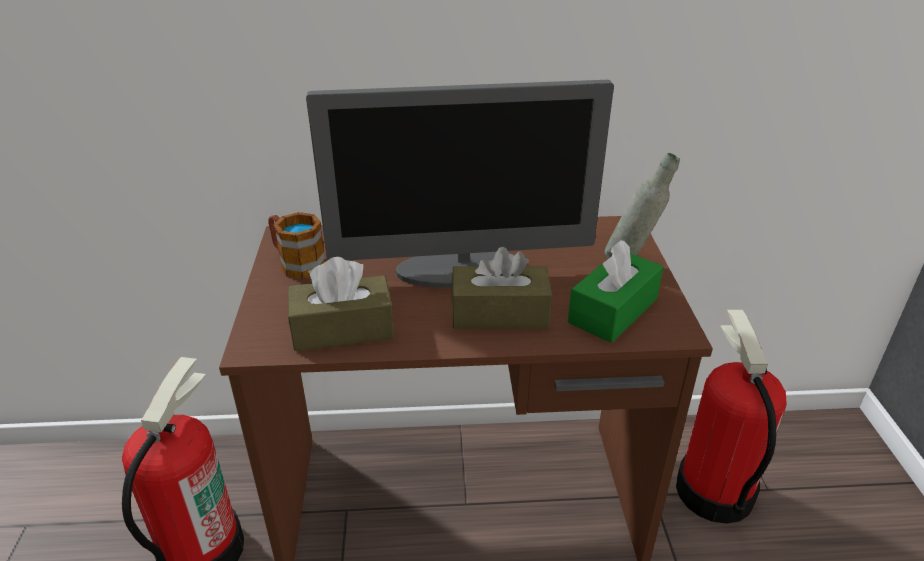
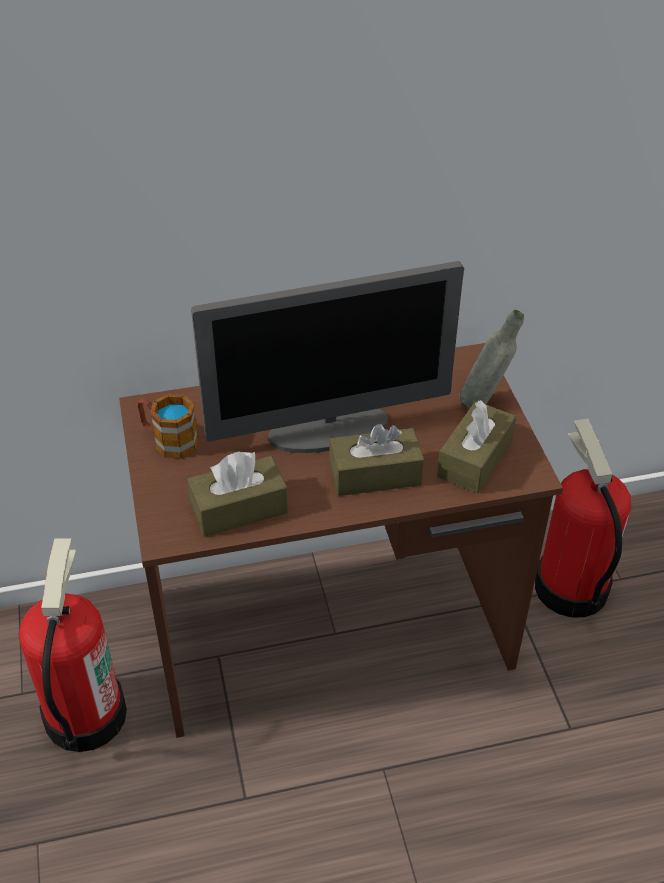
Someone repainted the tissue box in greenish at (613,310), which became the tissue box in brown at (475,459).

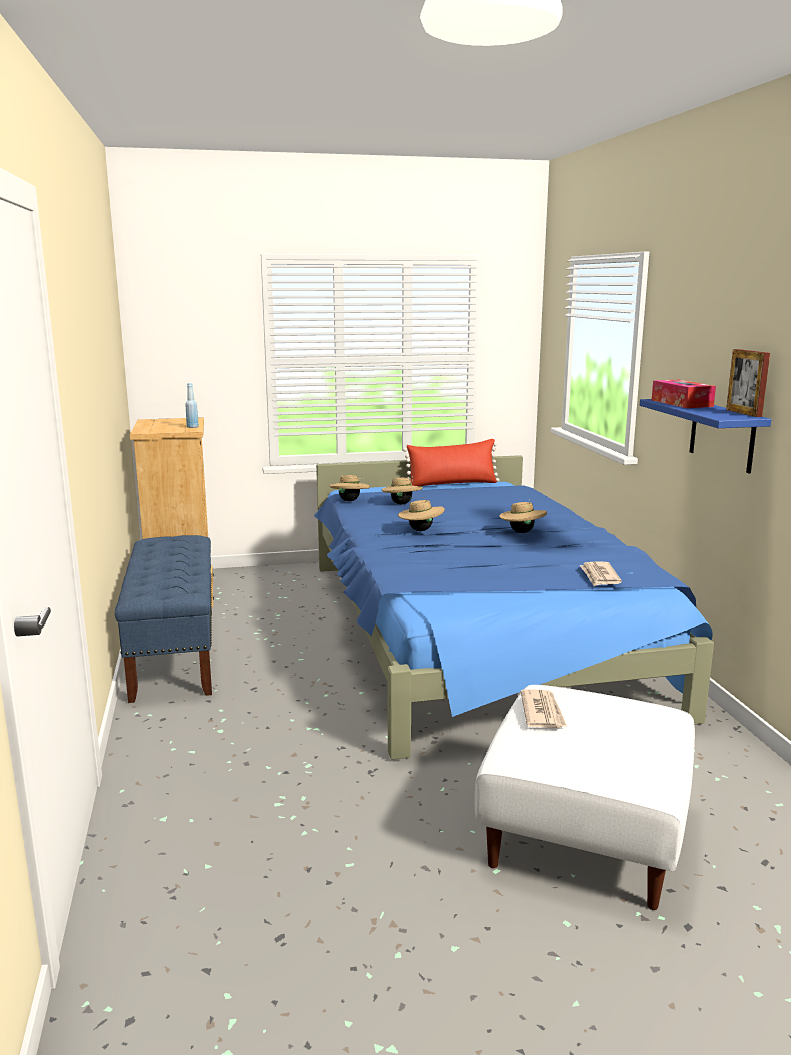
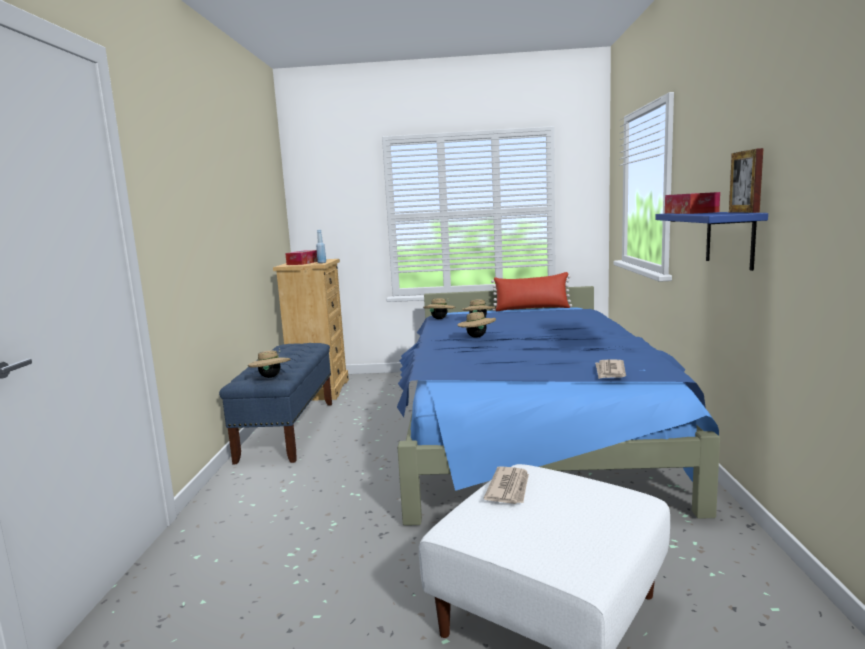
Someone carried the clothing hat in beige-coloured from (522,532) to (271,377).
Someone put down the tissue box at (303,263).

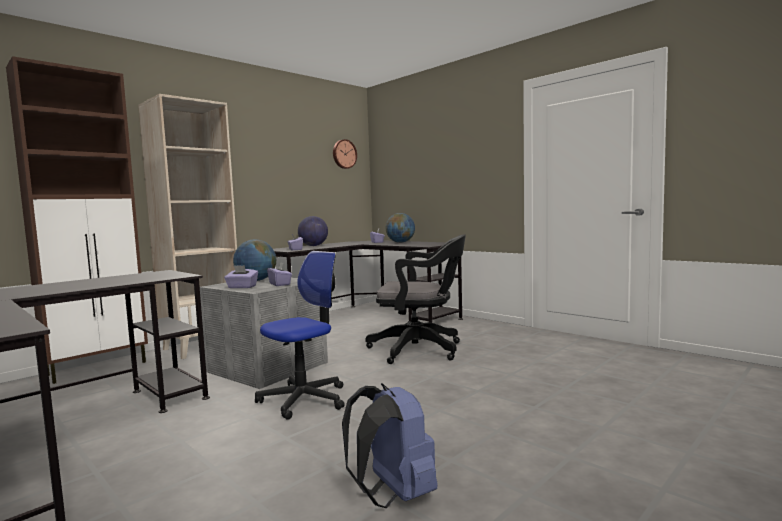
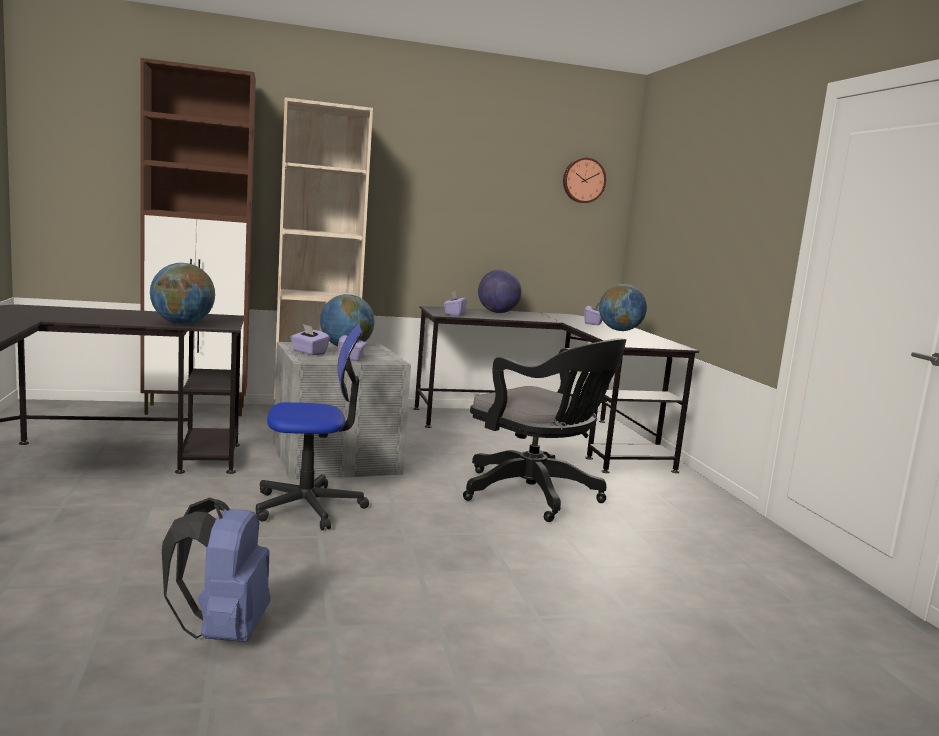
Someone put down the world globe at (182,324).

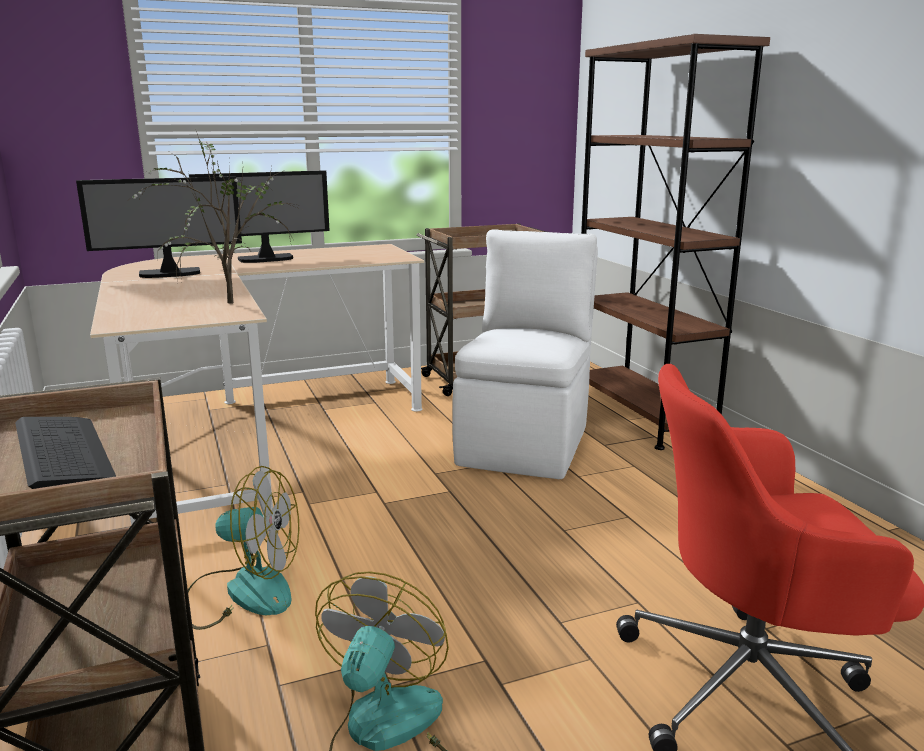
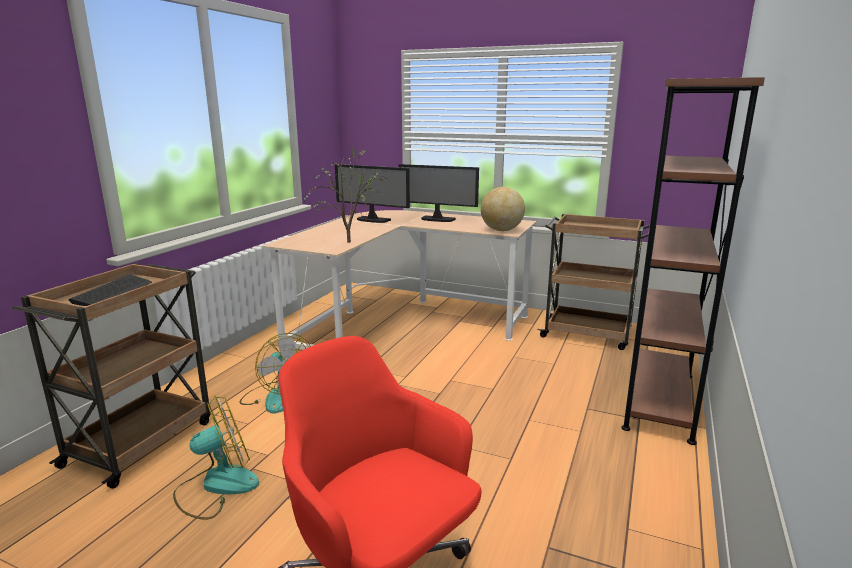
Someone put down the world globe at (501,230).
Someone took away the upright chair in whitish at (525,443).

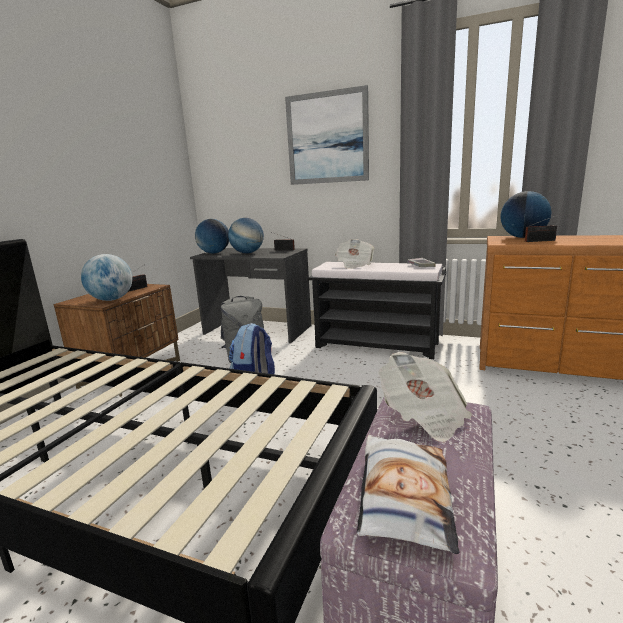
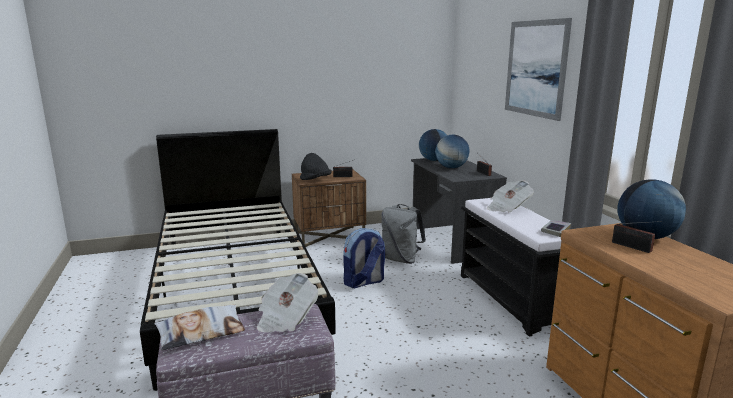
Someone swapped the world globe at (111,300) for the clothing hat in black-coloured at (315,180).

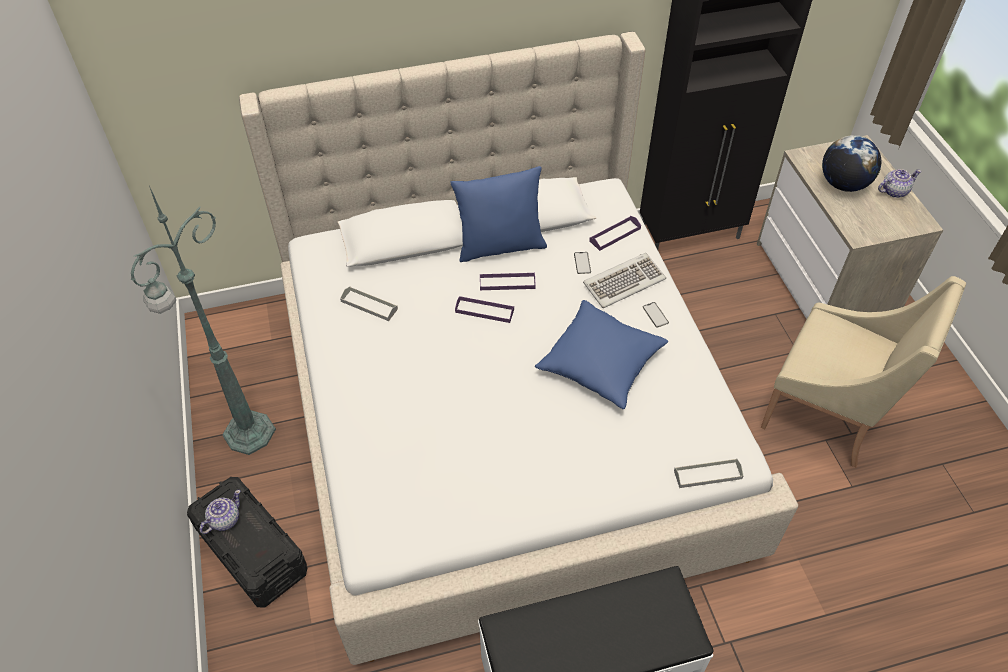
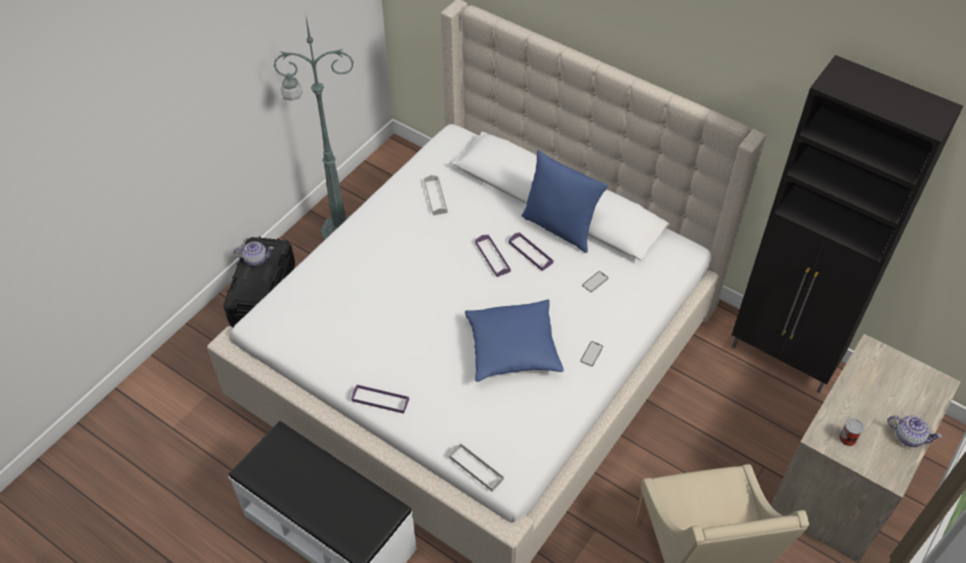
Someone carried the carrying tray in purple from (615,235) to (380,400).
Someone put down the sealed can at (847,438).
Someone took away the computer keyboard at (624,282).
Someone took away the world globe at (843,184).

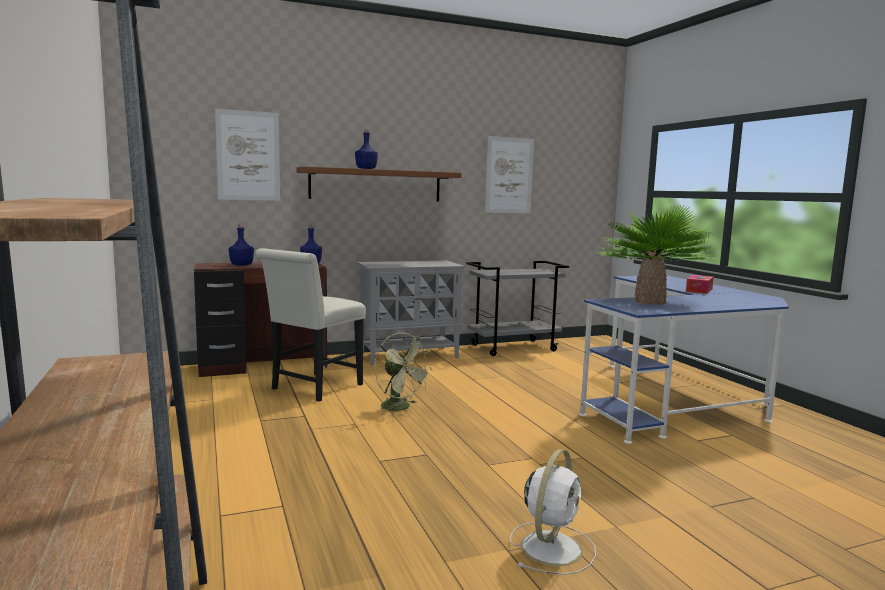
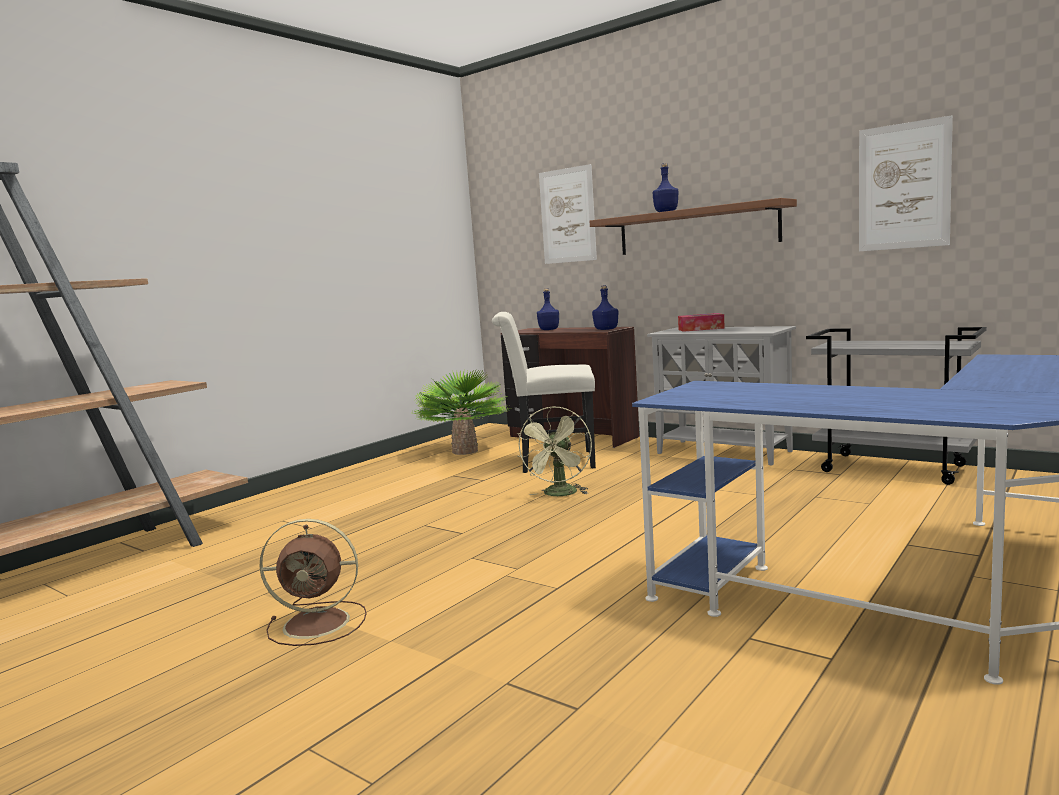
Someone repainted the cooling fan in whitish at (552,547), which became the cooling fan in brown at (319,623).
Someone carried the plant in a pot from (649,302) to (465,451).
Someone carried the tissue box from (699,290) to (701,329).

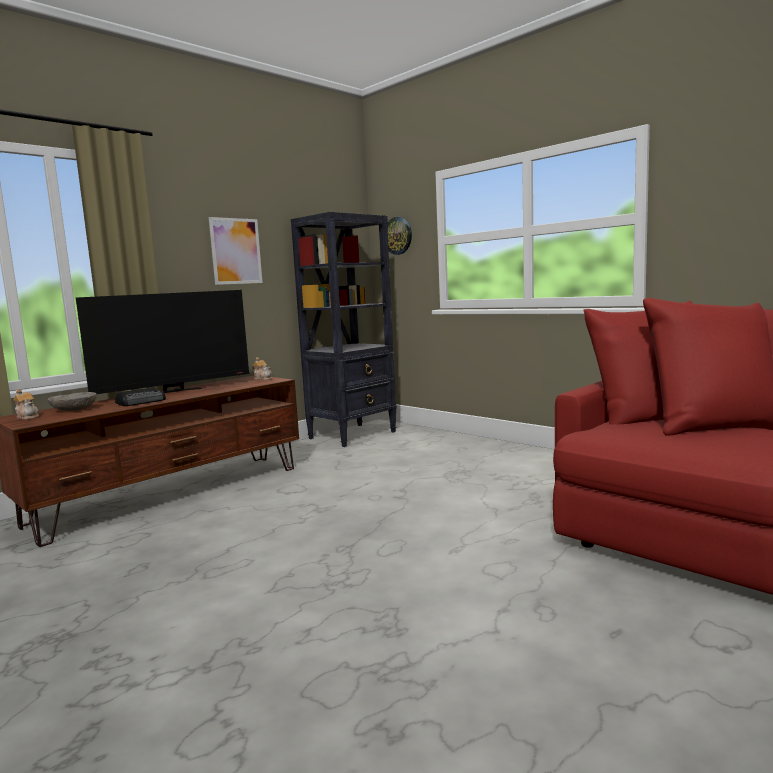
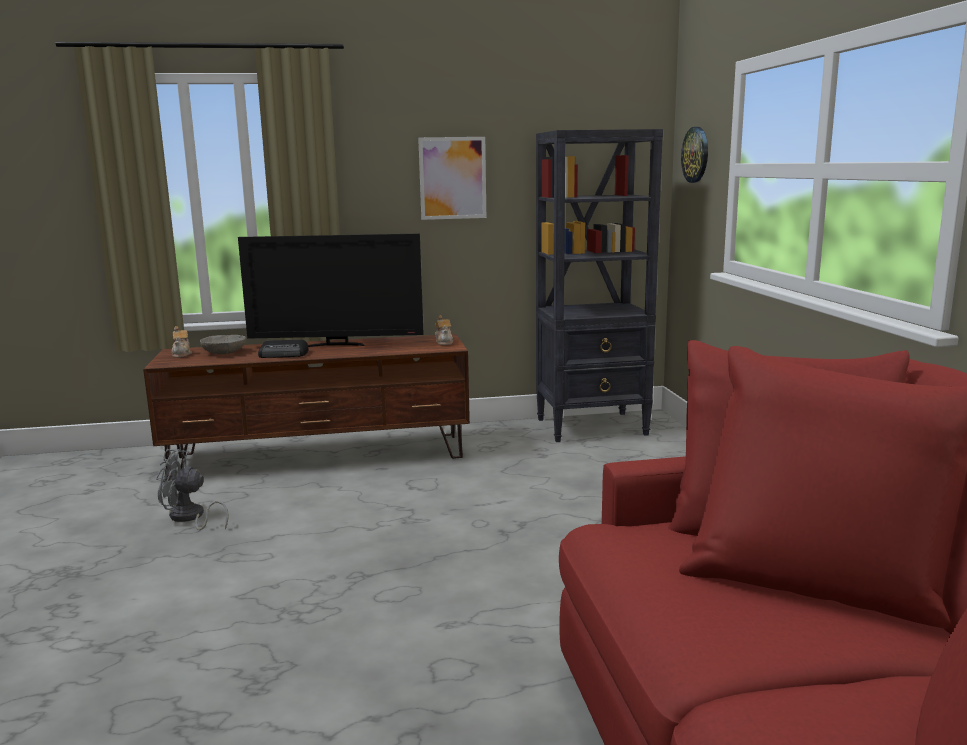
Someone put down the cooling fan in greyish at (189,518).

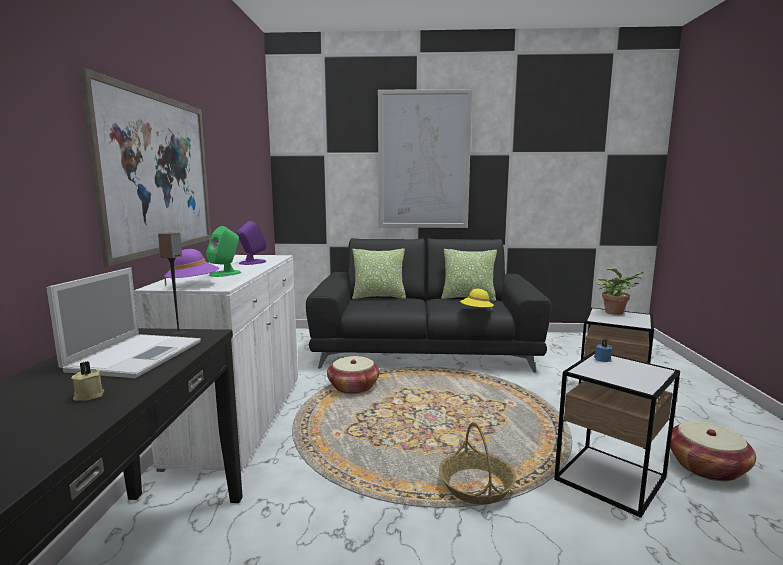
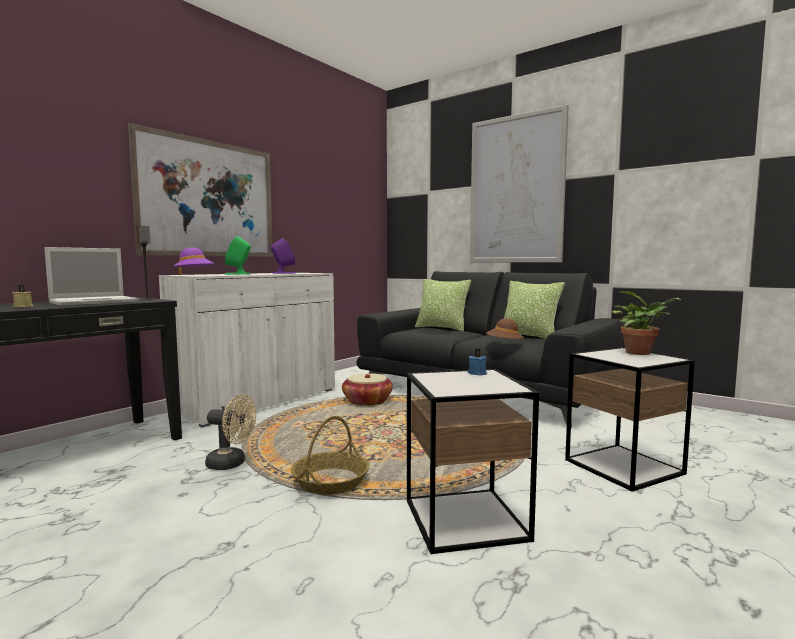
Someone put down the cooling fan in beige-coloured at (231,464).
Someone repainted the clothing hat in yellow at (476,311), which became the clothing hat in brown at (504,344).
Someone took away the storage basket at (706,467).

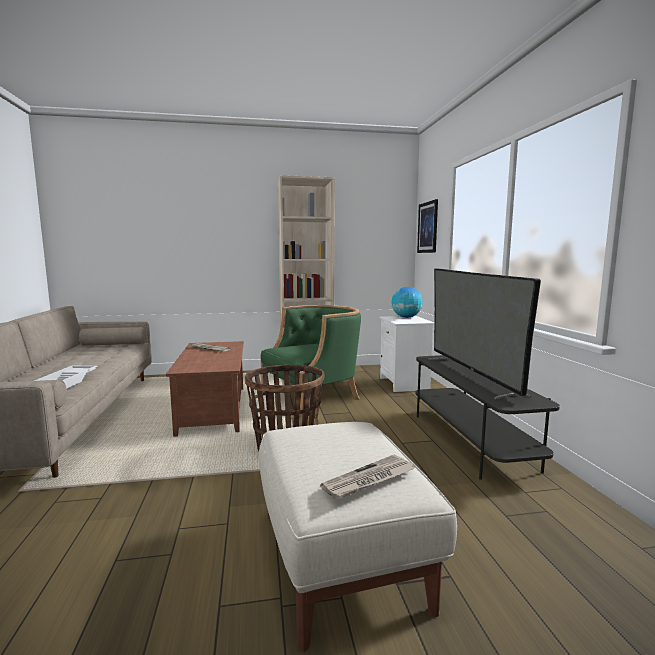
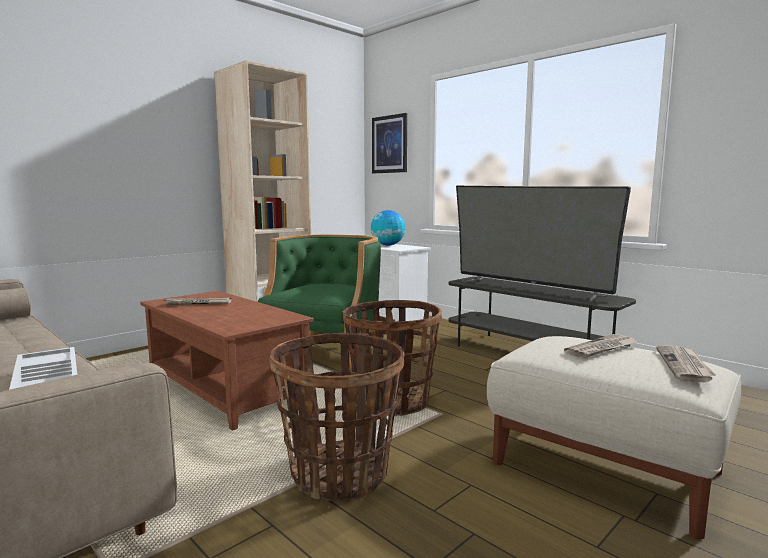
Someone put down the storage basket at (340,473).
Someone put down the newspaper at (602,349).

